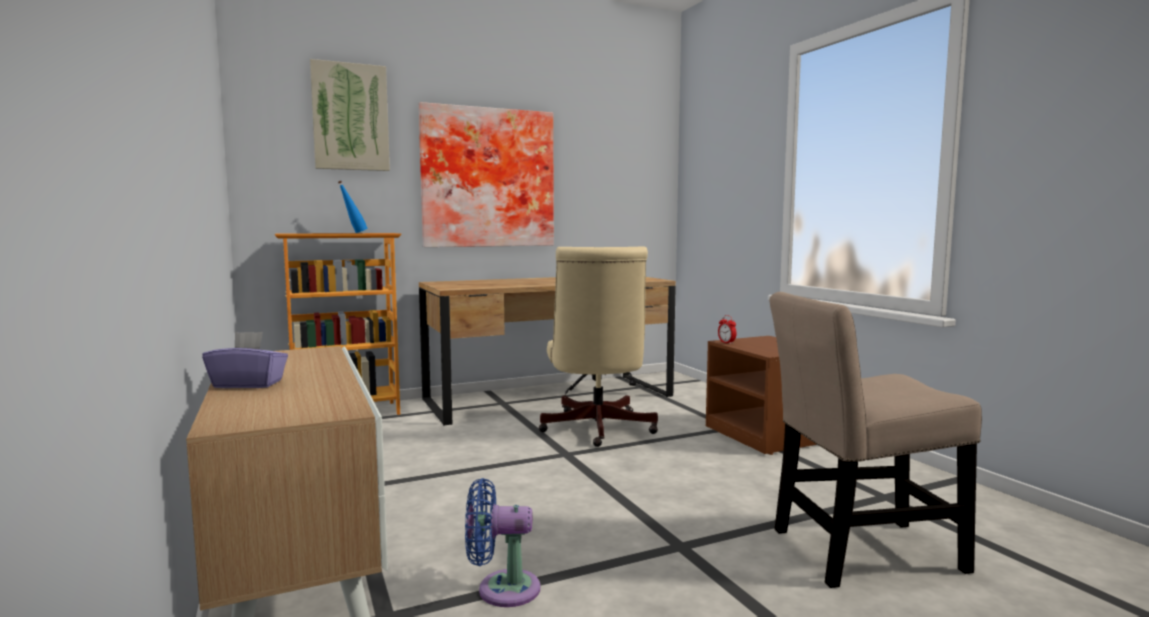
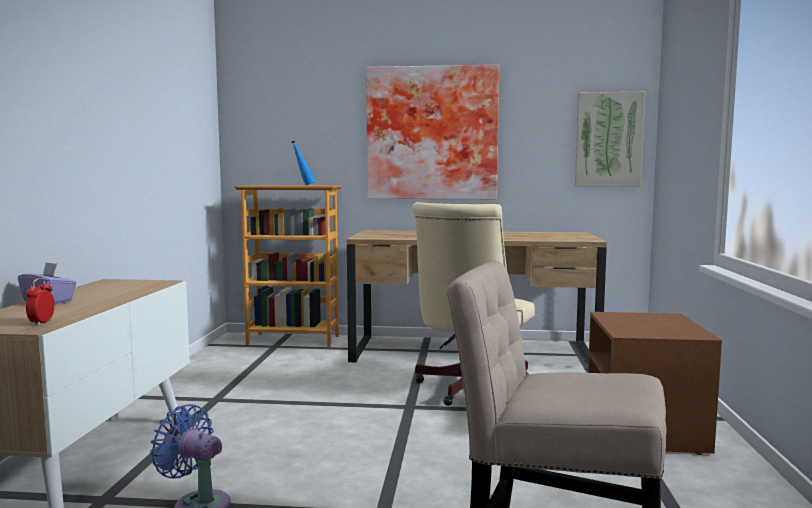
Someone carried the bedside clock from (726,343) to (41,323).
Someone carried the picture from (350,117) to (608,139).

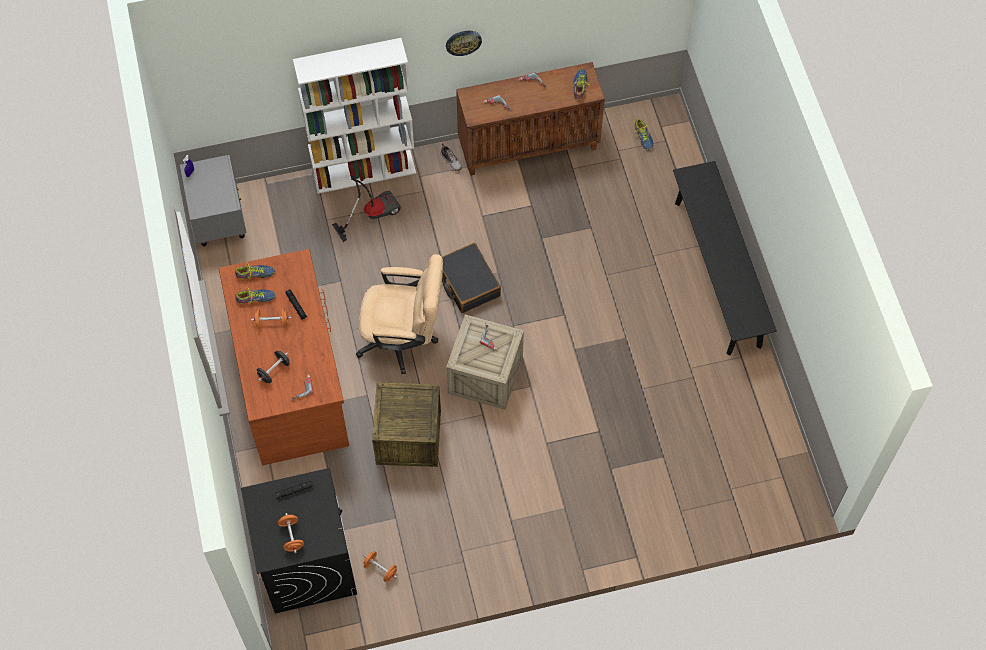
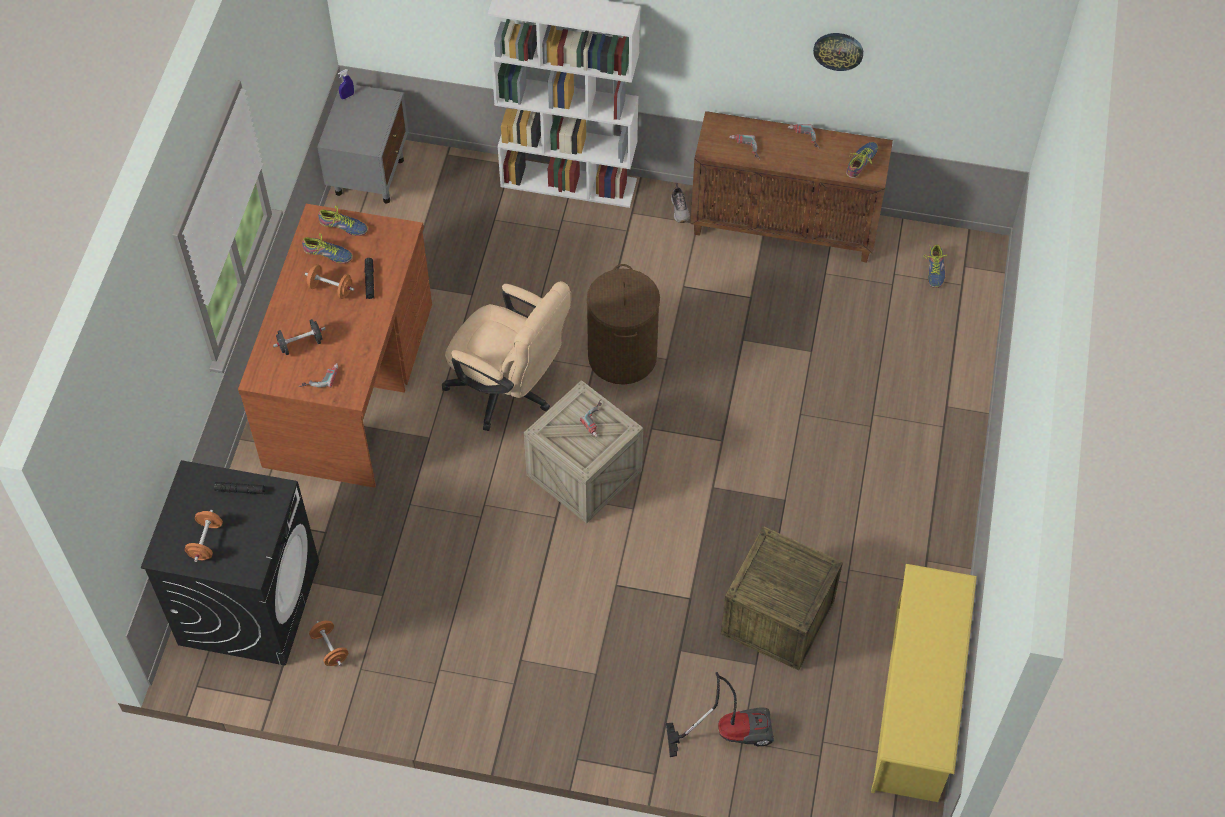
Someone swapped the piece of luggage in black-coloured at (468,283) for the laundry basket in brown at (622,356).
Someone carried the hoover from (371,213) to (729,730).
Someone carried the crate from (408,437) to (777,617).
Someone carried the hanging clock from (463,42) to (838,50).
Someone put down the shoe shelf in yellow at (916,705).
Someone took away the indoor bench in black-coloured at (717,273).

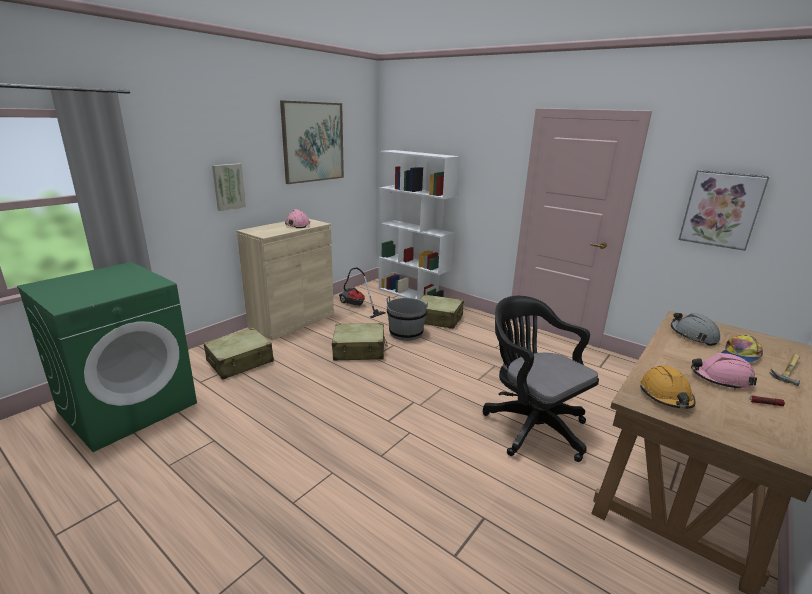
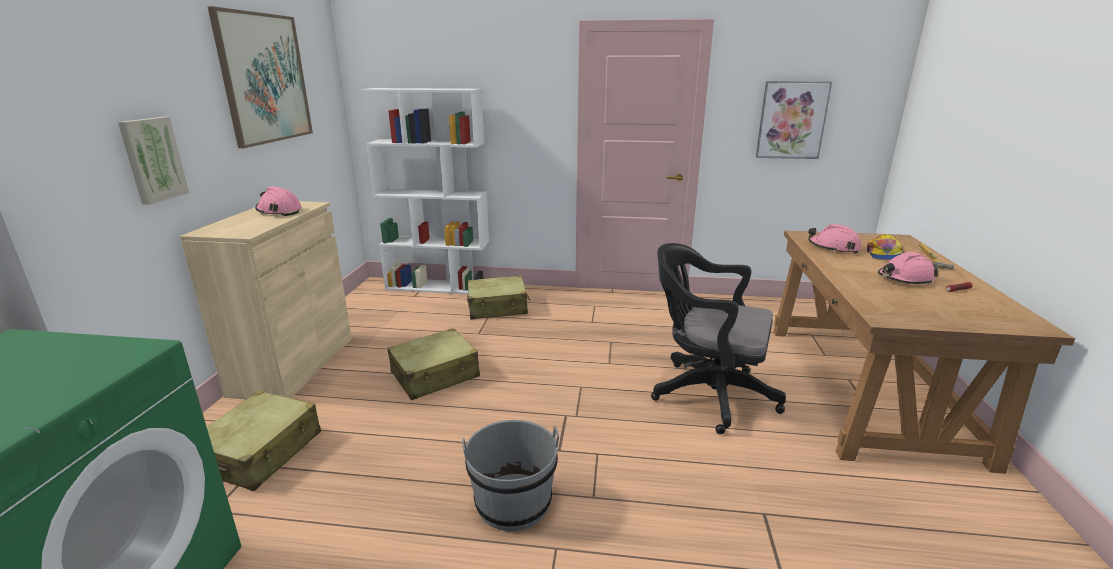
Someone carried the pail in greyish from (406,333) to (513,502).
Someone repainted the work helmet in greyish at (693,335), which became the work helmet in pinkish at (833,248).
Someone took away the hoover at (356,306).
Someone took away the work helmet in orangey at (666,396).

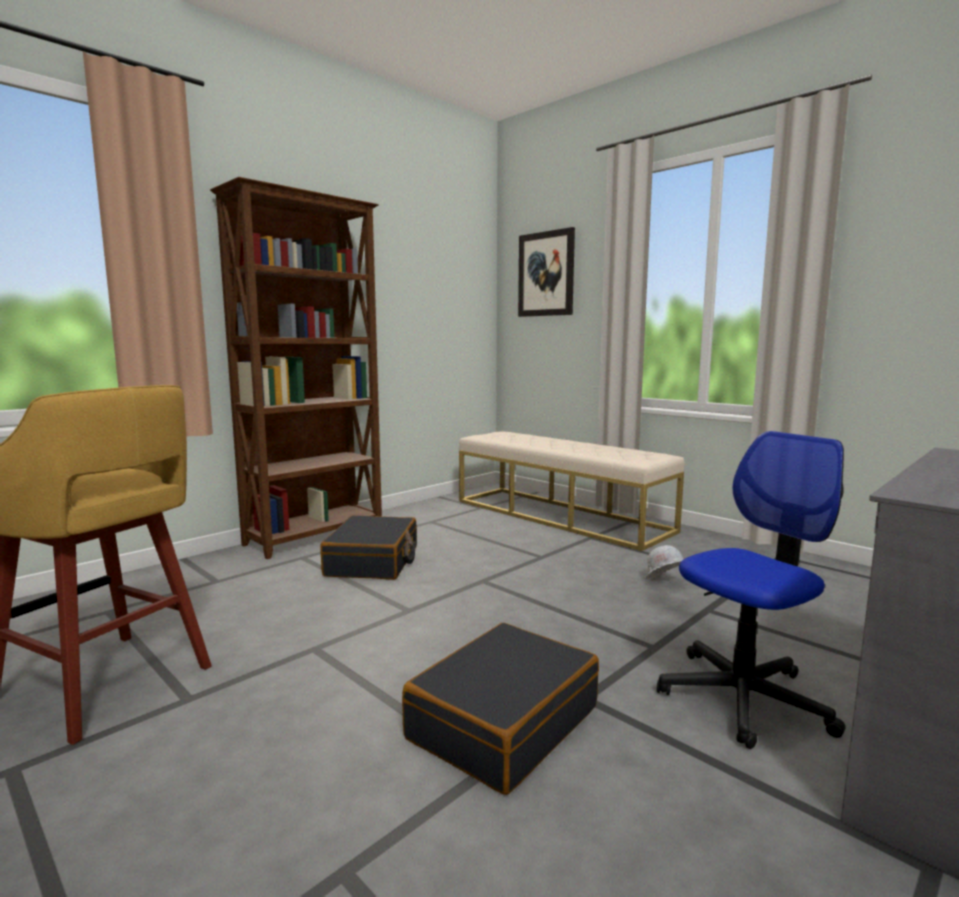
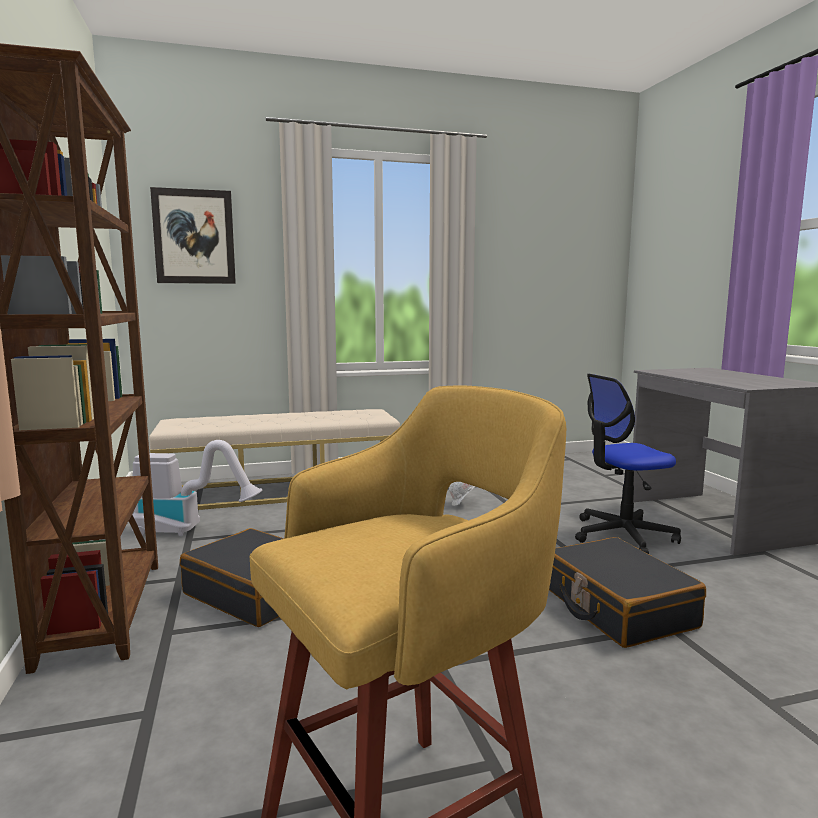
Someone put down the hoover at (189,529).
Someone rotated the office chair at (743,698) by 105 degrees counterclockwise.

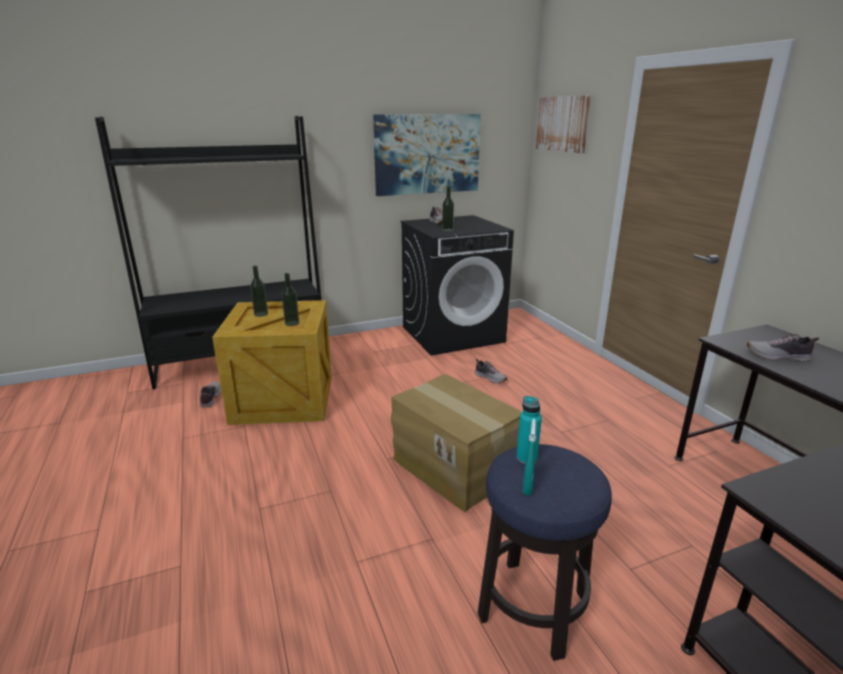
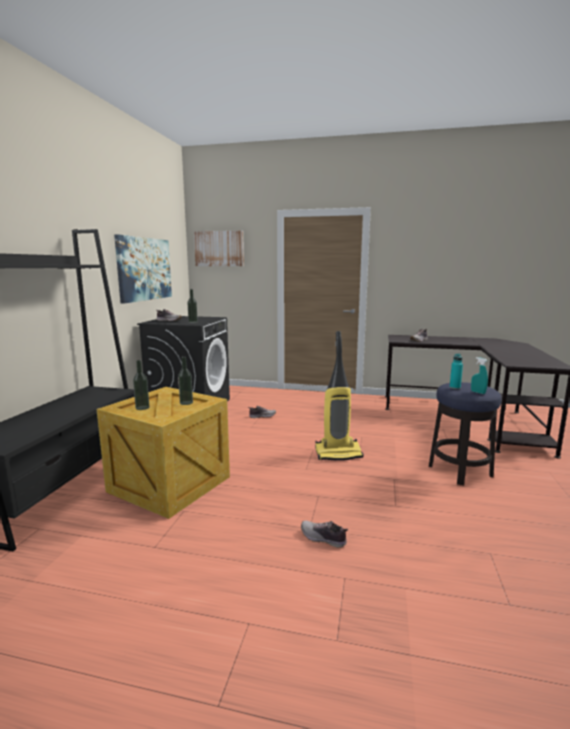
Someone carried the shoe from (210,398) to (323,539).
Someone swapped the packing box at (455,467) for the hoover at (338,453).

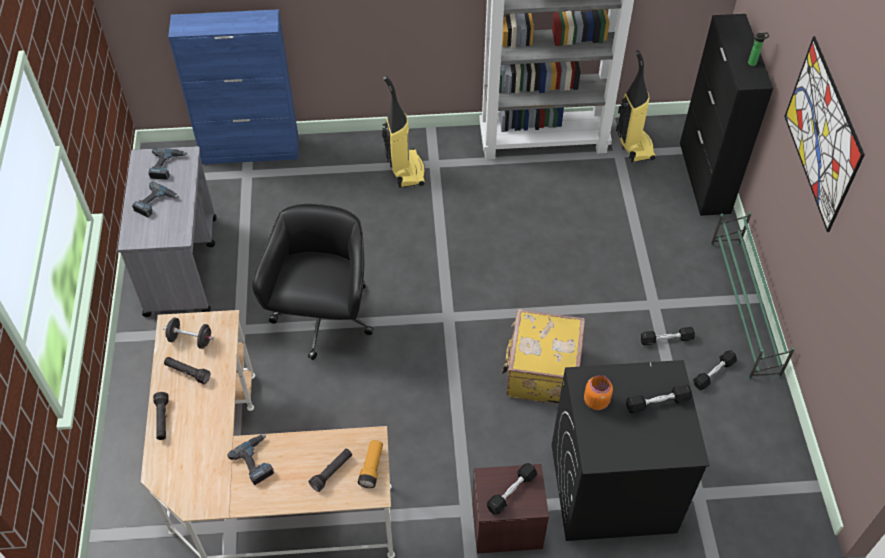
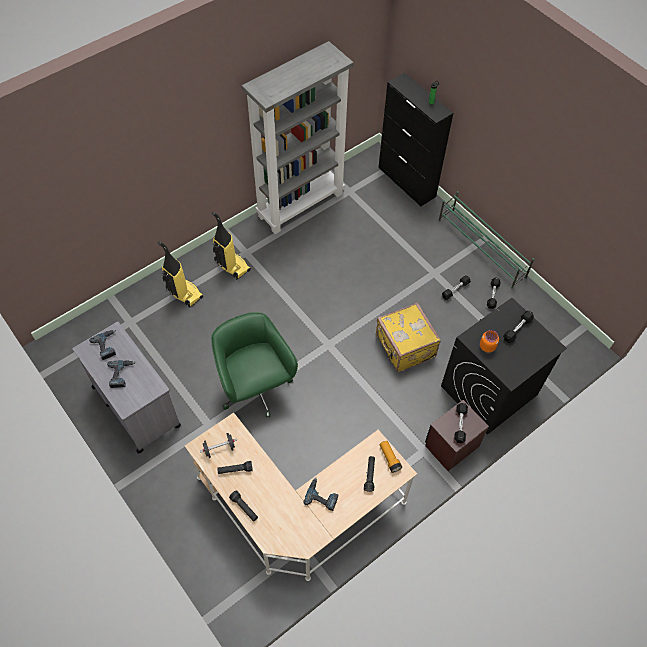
Someone carried the hoover from (633,145) to (183,293).
Someone repainted the office chair in black-coloured at (323,318), which became the office chair in greenish at (255,388).
Someone took away the cabinet in blue-coloured at (251,151).
Someone took away the picture at (822,133).

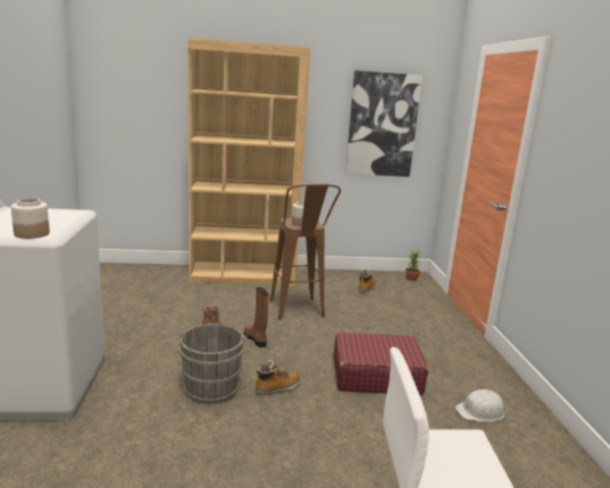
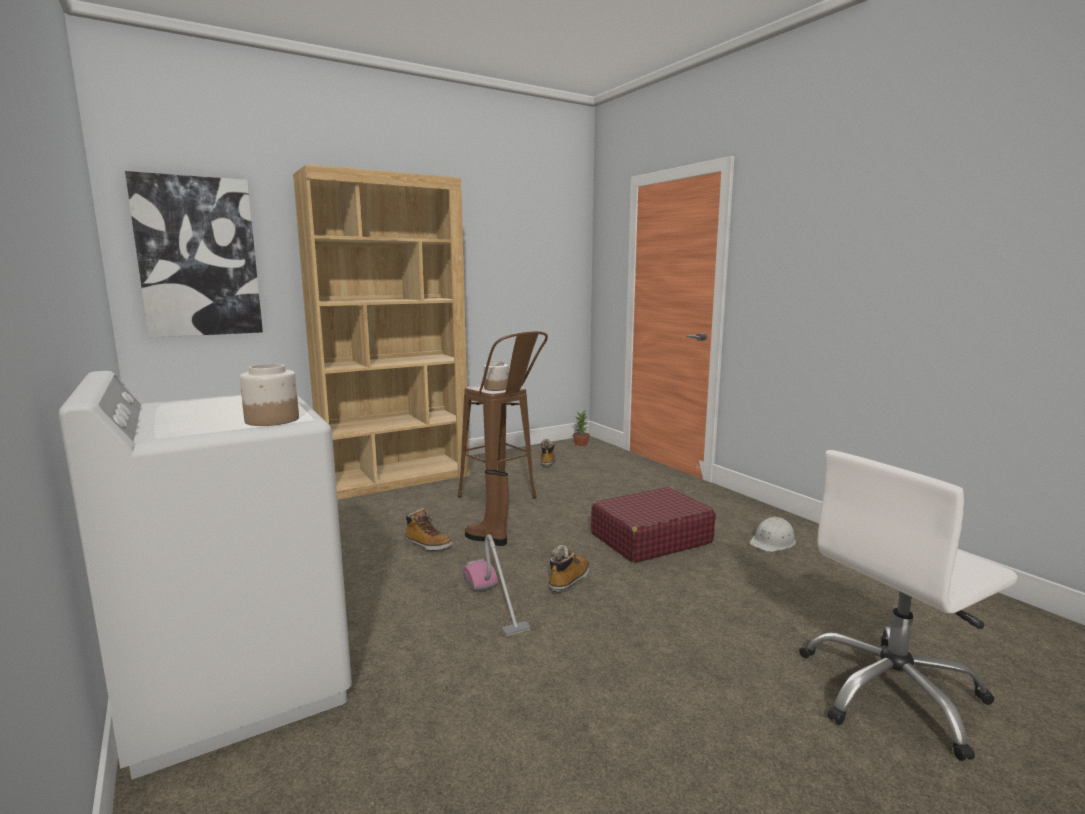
Someone carried the picture from (382,125) to (198,257).
Someone swapped the pail in greyish at (212,386) for the hoover at (494,602).

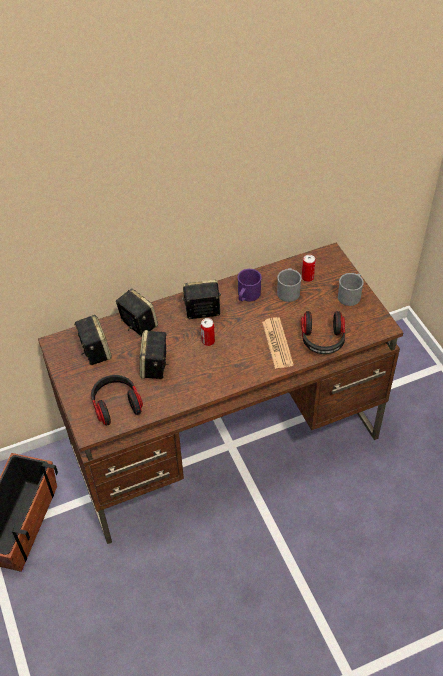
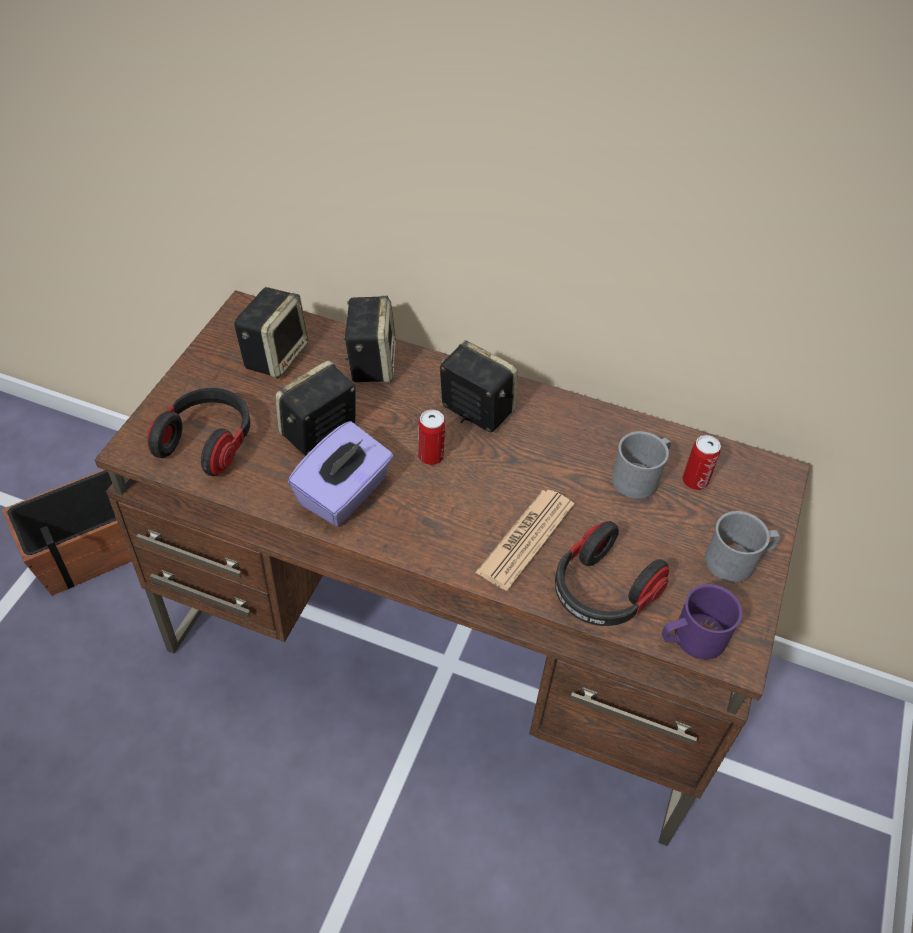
Someone put down the tissue box in purple at (344,494).
Someone carried the mug in purple from (247,296) to (692,639).

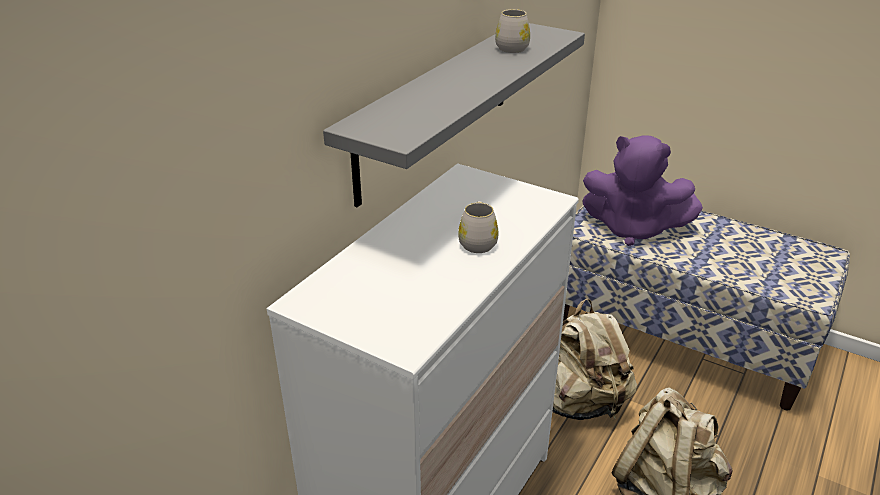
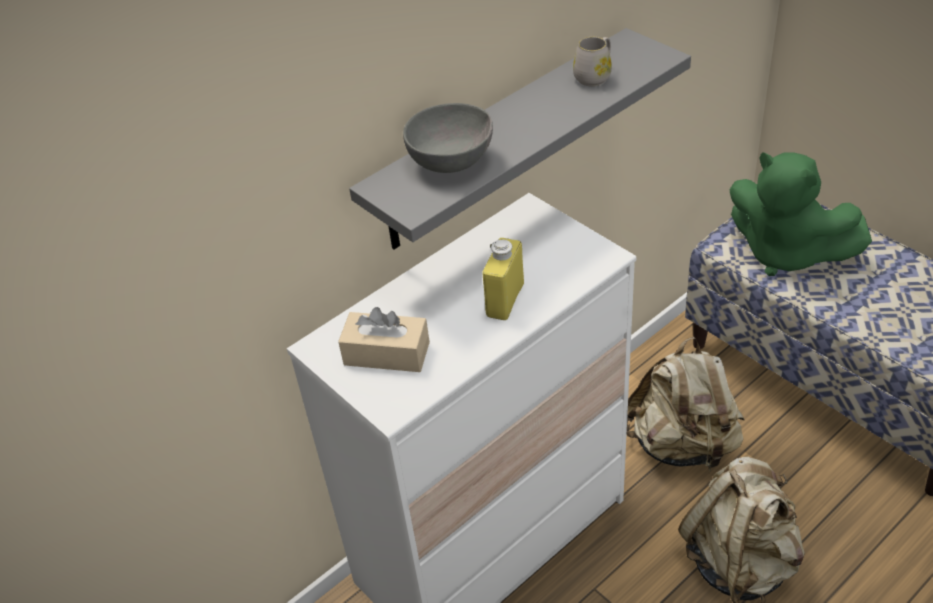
Someone put down the tissue box in beige-coloured at (387,353).
Someone put down the deep dish in greyish at (453,162).
Someone swapped the mug in whitish at (478,242) for the bottle in yellow at (505,300).
Someone repainted the cuddly toy in purple at (632,229), which became the cuddly toy in greenish at (785,253).

